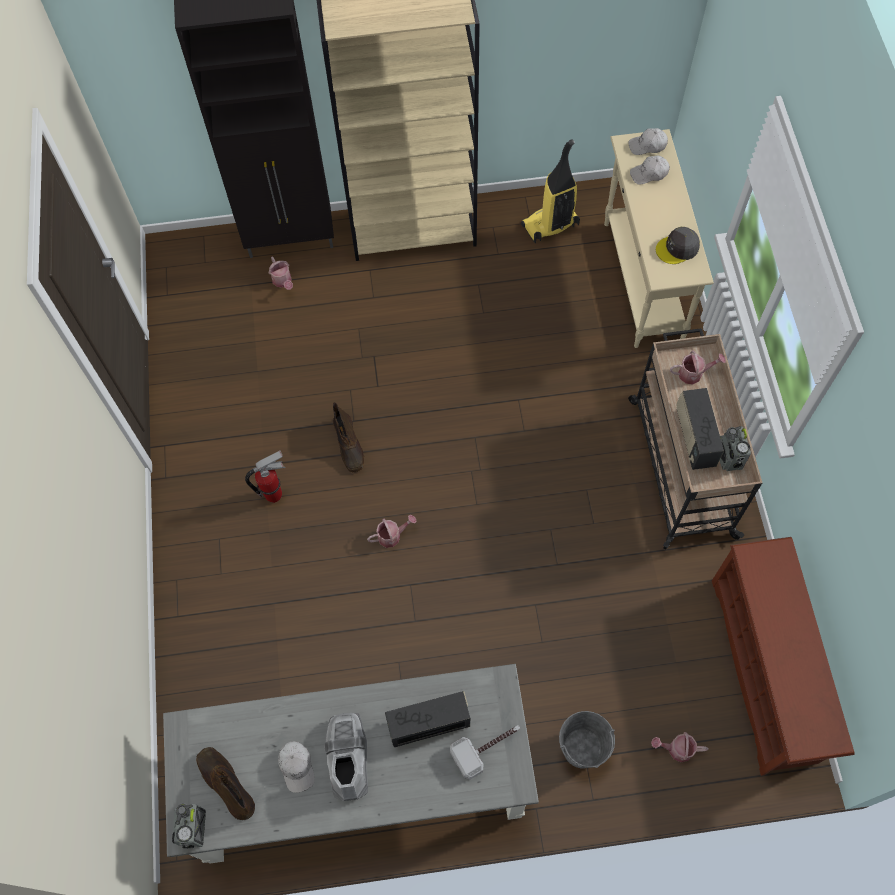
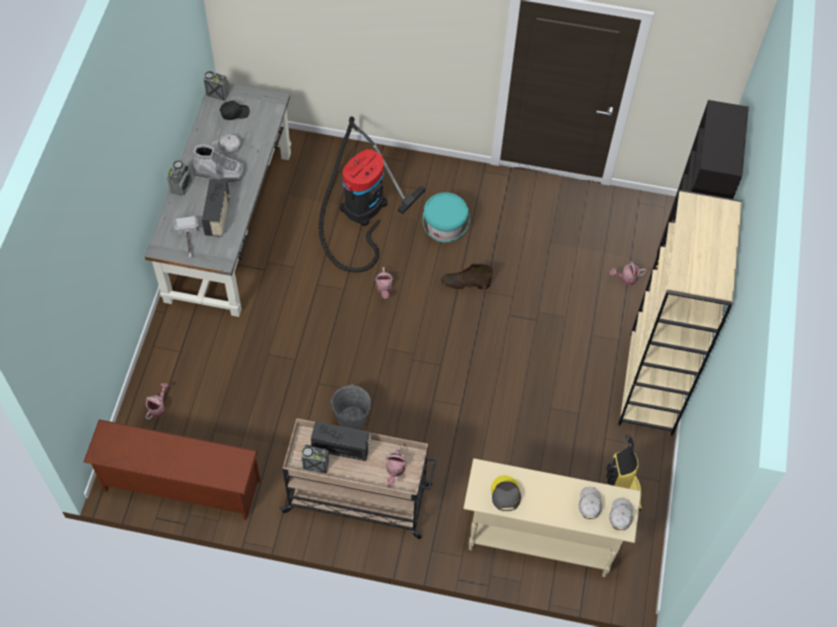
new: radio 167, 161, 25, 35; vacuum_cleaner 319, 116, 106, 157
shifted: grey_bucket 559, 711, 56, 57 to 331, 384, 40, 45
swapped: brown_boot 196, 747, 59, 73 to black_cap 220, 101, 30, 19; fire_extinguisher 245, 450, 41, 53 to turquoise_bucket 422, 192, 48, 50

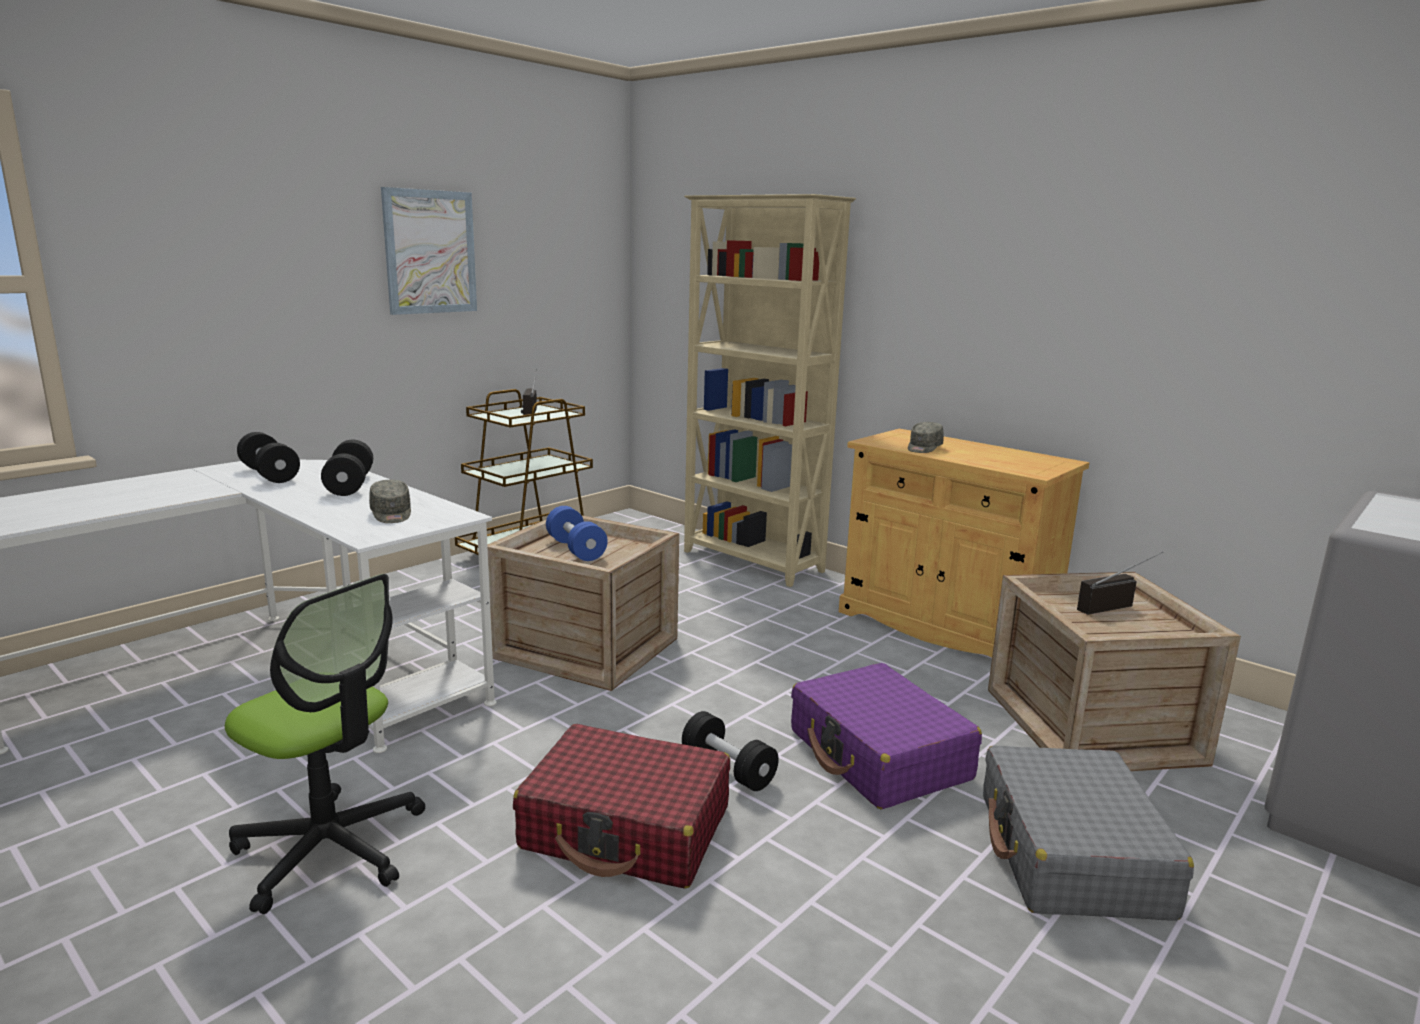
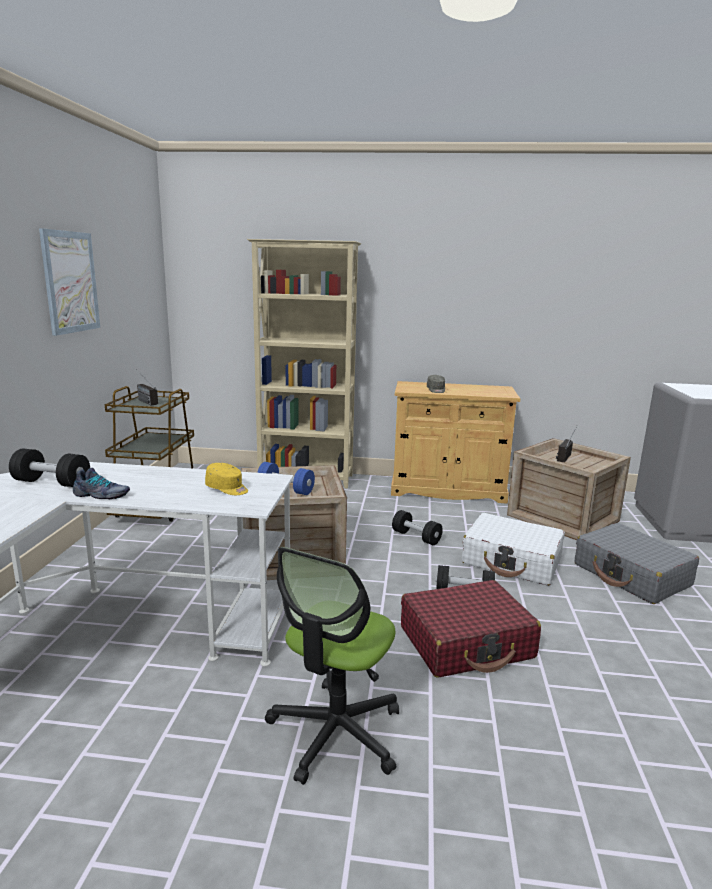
new: shoe 73, 468, 57, 31
shifted: black_dumbbell 321, 440, 52, 56 to 392, 510, 51, 35
repainted: grey_cap 369, 480, 42, 43 to yellow_cap 205, 463, 43, 32; purple_suitcase 791, 663, 191, 146 to white_suitcase 462, 513, 103, 73
rotated: office_chair 225, 574, 200, 340 = 265, 547, 134, 238 120 degrees clockwise

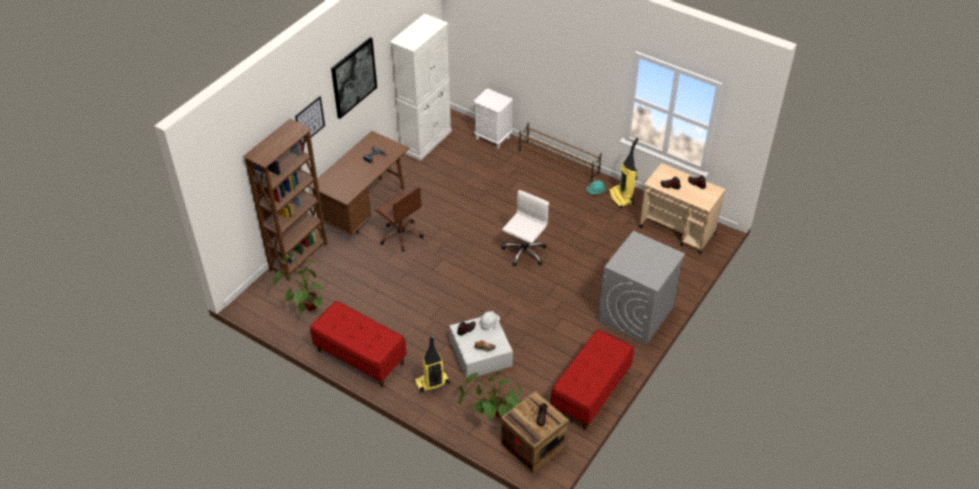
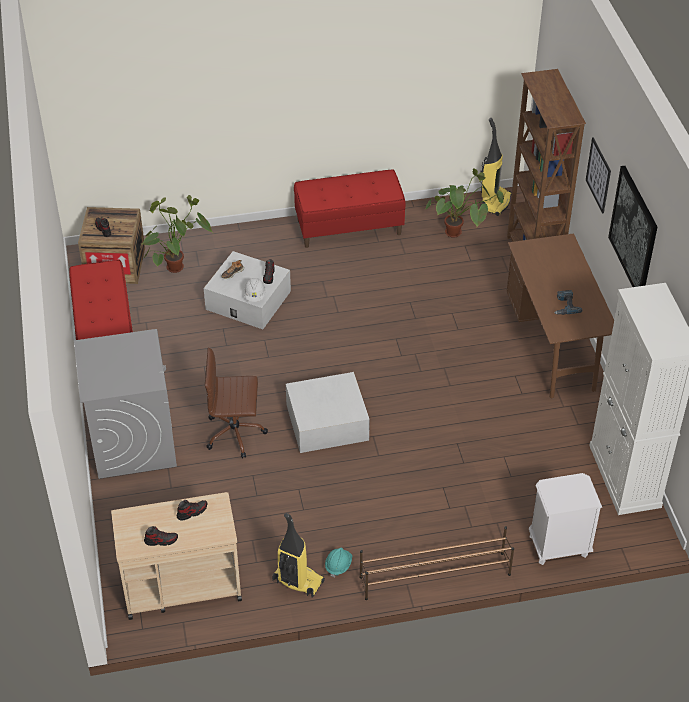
shifted: brown_office_chair 376, 187, 48, 64 to 205, 348, 63, 111; vacuum_cleaner 414, 335, 36, 59 to 480, 118, 32, 98
swapped: white_office_chair 501, 190, 48, 76 to white_storage_box 286, 372, 84, 81

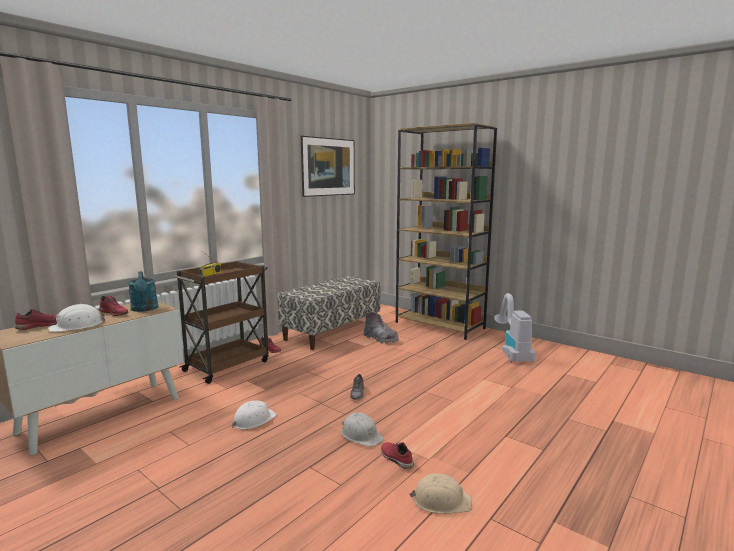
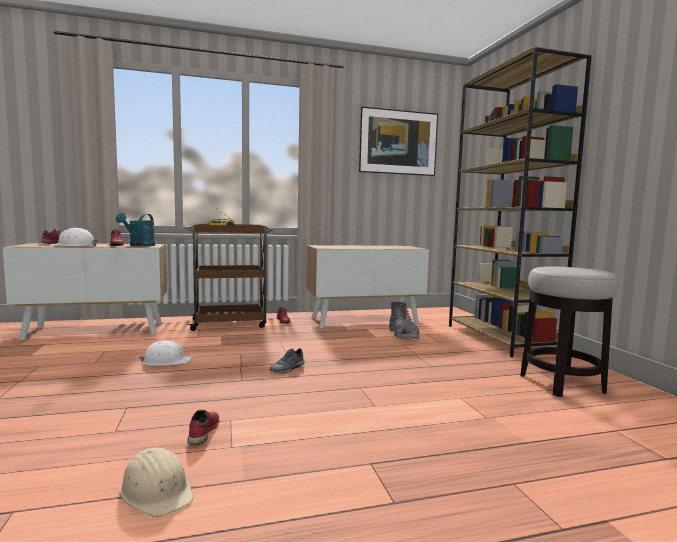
gone: white_hard_hat 341, 413, 43, 34
swapped: bench 277, 276, 104, 74 to cabinet 307, 245, 122, 83; vacuum_cleaner 494, 293, 41, 69 to stool 520, 267, 98, 130

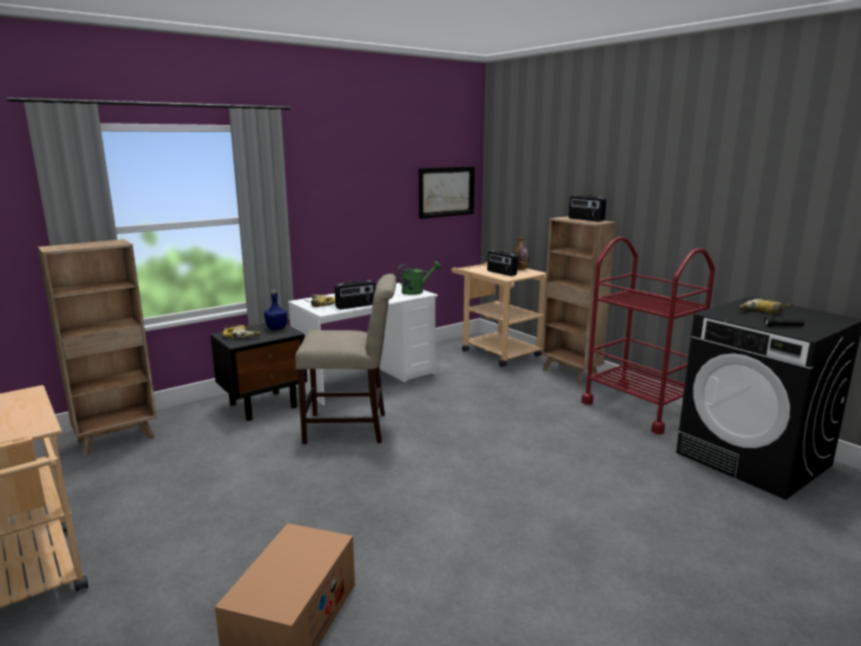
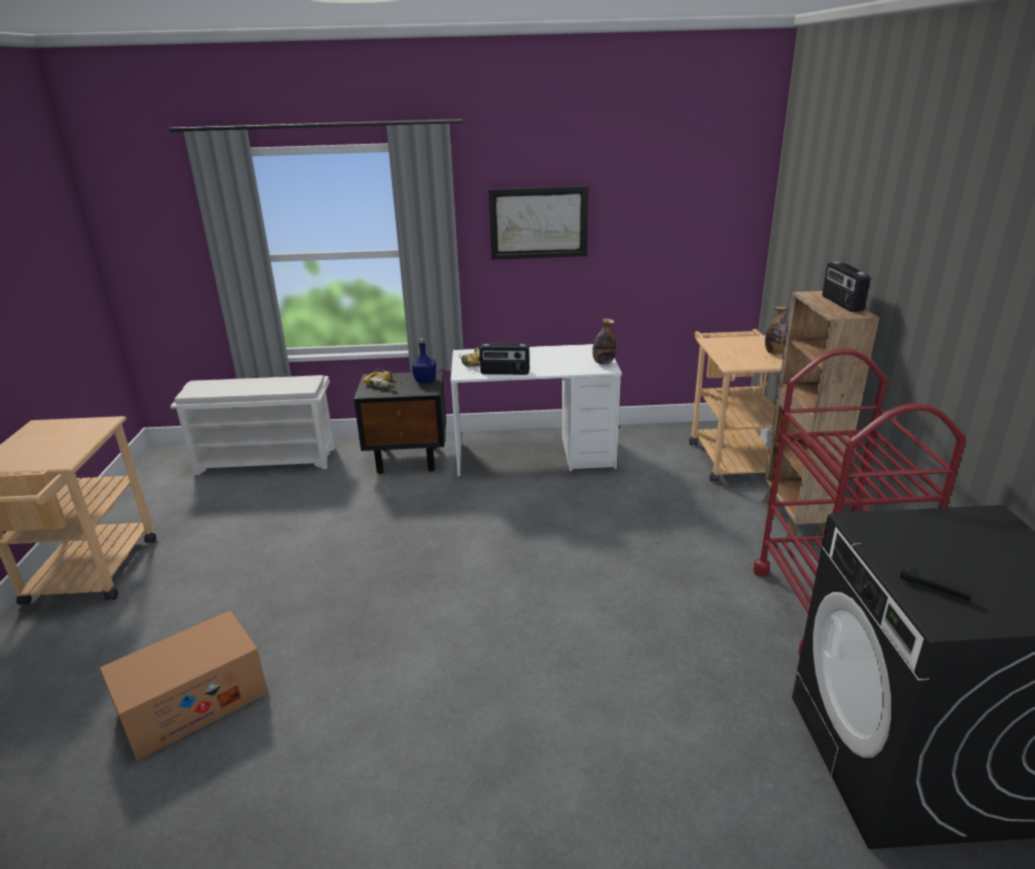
gone: beige_chair 295, 274, 101, 170; radio 487, 250, 31, 26; power_drill 739, 299, 54, 15
shifted: picture 419, 166, 56, 53 to 489, 186, 99, 74
swapped: brown_bookcase 38, 239, 119, 217 to white_shoe_rack 170, 375, 165, 100; green_watering_can 397, 261, 44, 34 to bottle 593, 318, 23, 47

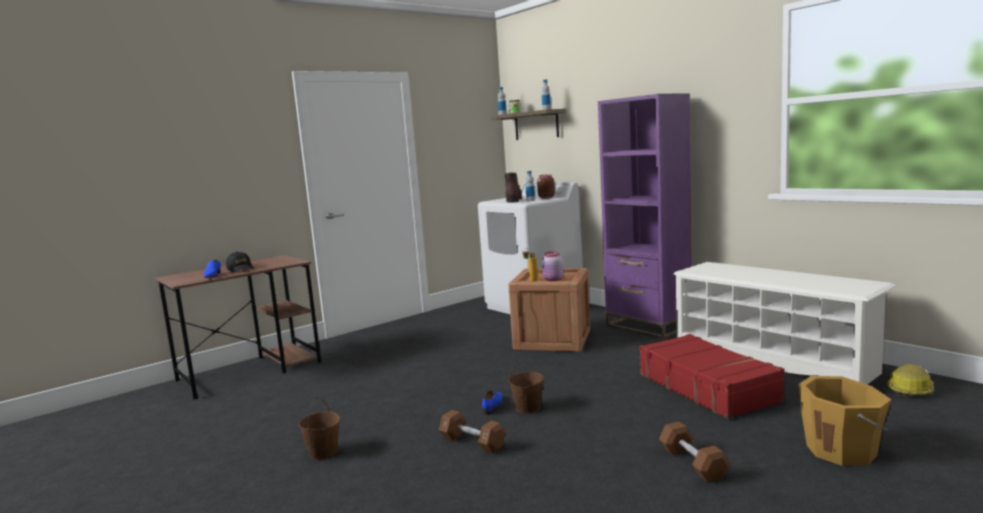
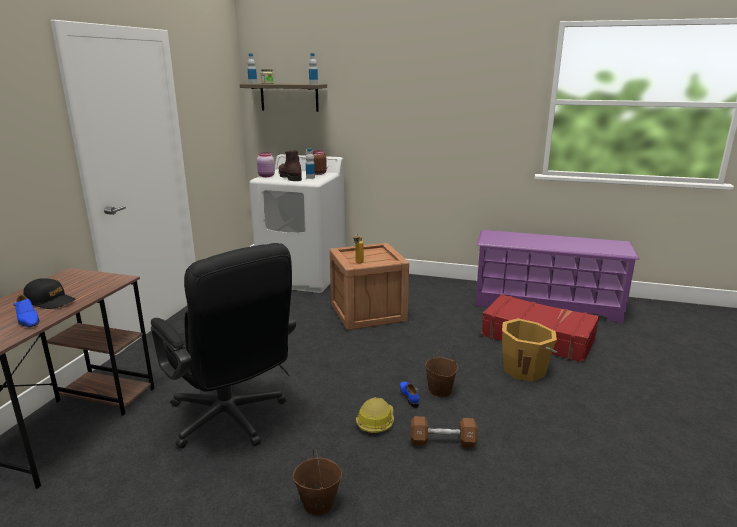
gone: purple_bookcase 598, 93, 94, 246; brown_dumbbell 659, 422, 71, 61
new: black_office_chair 151, 243, 145, 206
shifted: pink_jar 542, 251, 22, 30 to 257, 152, 18, 25; hard_hat 887, 364, 47, 34 to 356, 397, 38, 38; orange_bucket 799, 376, 92, 90 to 502, 318, 56, 64
repainted: white_shoe_rack 672, 262, 224, 123 to purple_shoe_rack 475, 230, 165, 93

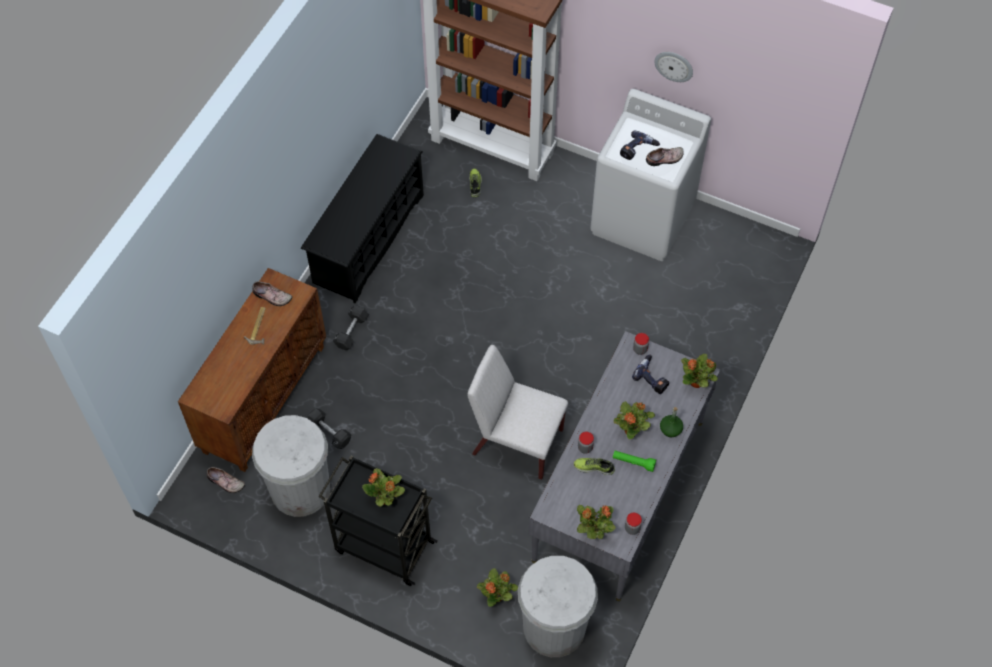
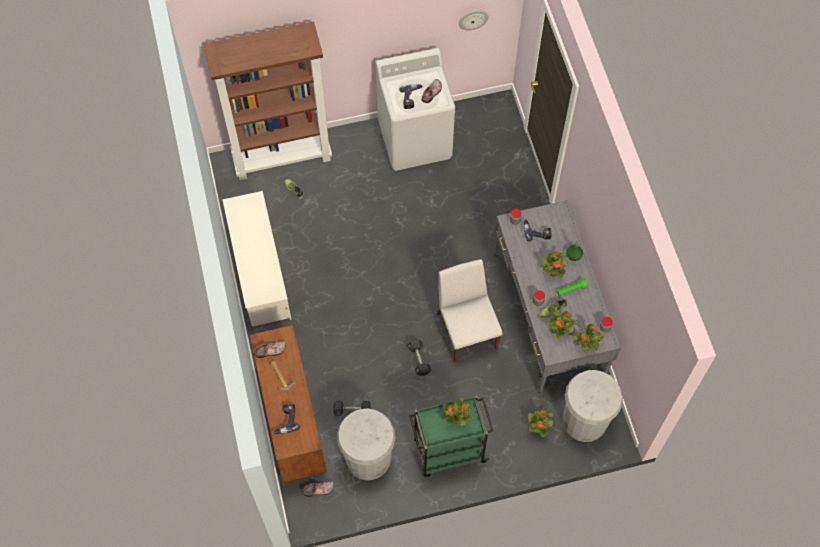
new: power_drill 274, 404, 26, 30
shifted: black_dumbbell 333, 305, 36, 45 to 407, 339, 24, 37; wall_clock 654, 52, 39, 30 to 459, 10, 30, 20; potted_plant 681, 354, 37, 34 to 547, 310, 32, 28
repainted: black_shoe_rack 301, 134, 123, 169 to white_shoe_rack 223, 191, 69, 136; black_cart 318, 456, 120, 130 to green_cart 409, 395, 84, 82
rotated: white_chair 467, 345, 101, 135 = 437, 259, 65, 103 90 degrees clockwise

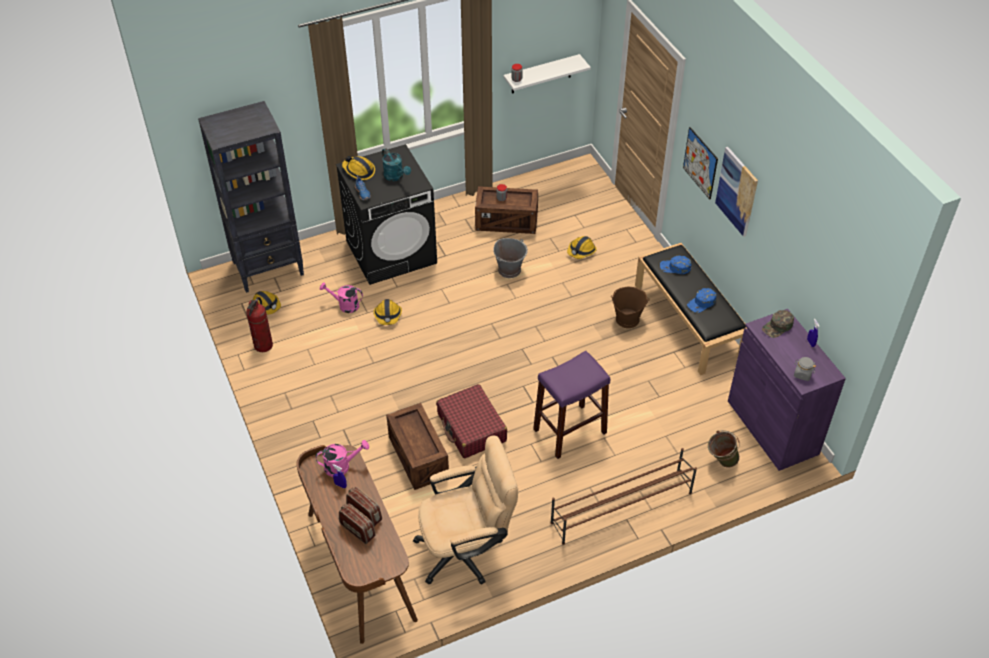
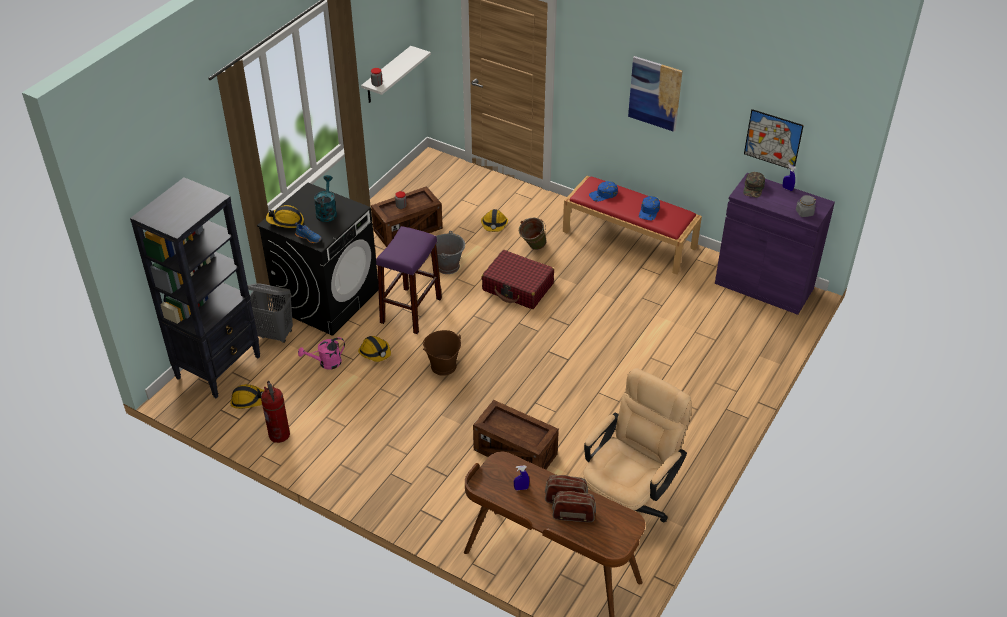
gone: pink_watering_can 316, 440, 53, 37; brown_shoe_rack 551, 448, 146, 97
new: grey_laundry_basket 248, 283, 45, 60
shifted: purple_stool 533, 351, 77, 108 to 376, 226, 66, 108; brown_bucket 611, 287, 39, 41 to 423, 330, 38, 46; red_suitcase 436, 384, 71, 74 to 481, 250, 73, 59; green_bucket 708, 430, 32, 38 to 519, 218, 28, 32; picture 683, 127, 35, 73 to 744, 109, 60, 60
repainted: black_bench 635, 243, 112, 132 to red_bench 563, 176, 139, 99
rotated: turquoise_watering_can 382, 148, 29, 33 = 314, 175, 23, 47 105 degrees counterclockwise

